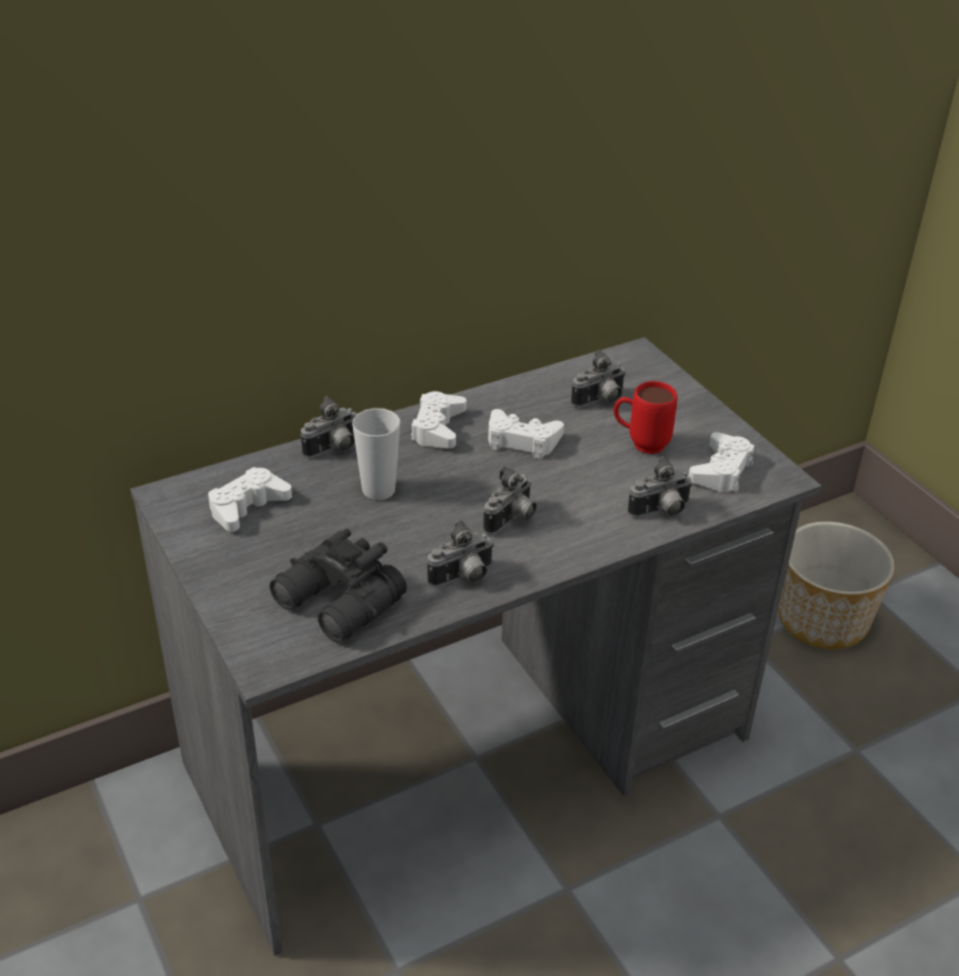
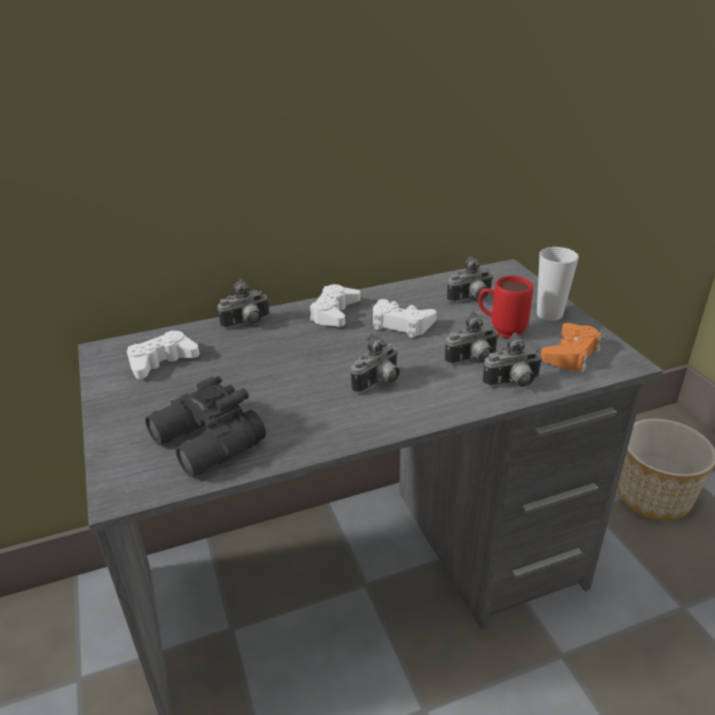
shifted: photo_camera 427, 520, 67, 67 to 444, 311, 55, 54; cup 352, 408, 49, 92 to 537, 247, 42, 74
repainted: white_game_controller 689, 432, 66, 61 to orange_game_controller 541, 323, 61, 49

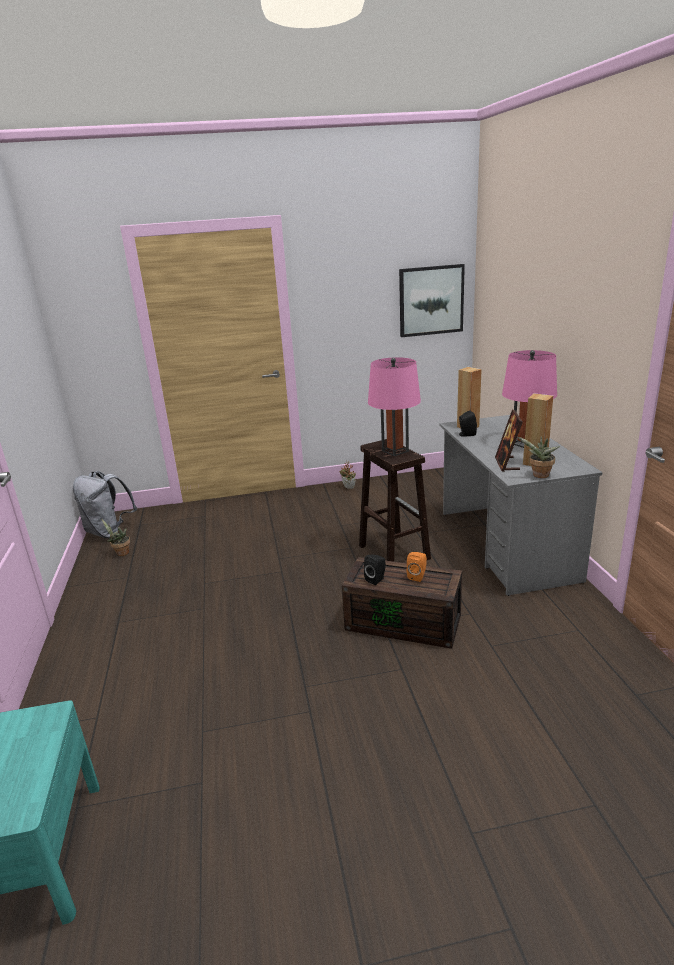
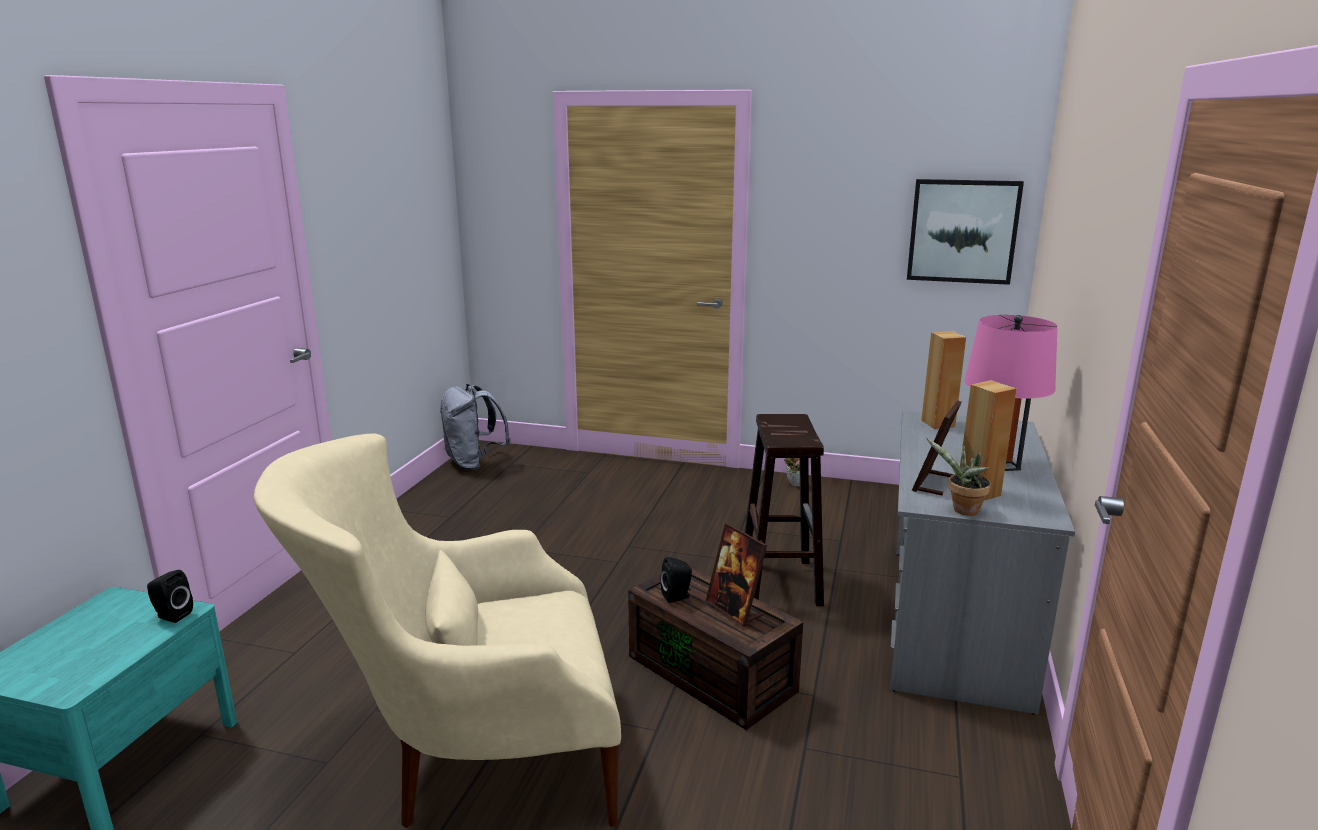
gone: potted_plant 101, 518, 29, 38; pink_table_lamp 368, 357, 53, 99
new: beige_armchair 254, 434, 367, 394
shifted: black_speaker 459, 410, 18, 27 to 147, 570, 46, 53
swapped: orange_speaker 407, 552, 20, 30 to picture_frame 706, 523, 61, 104

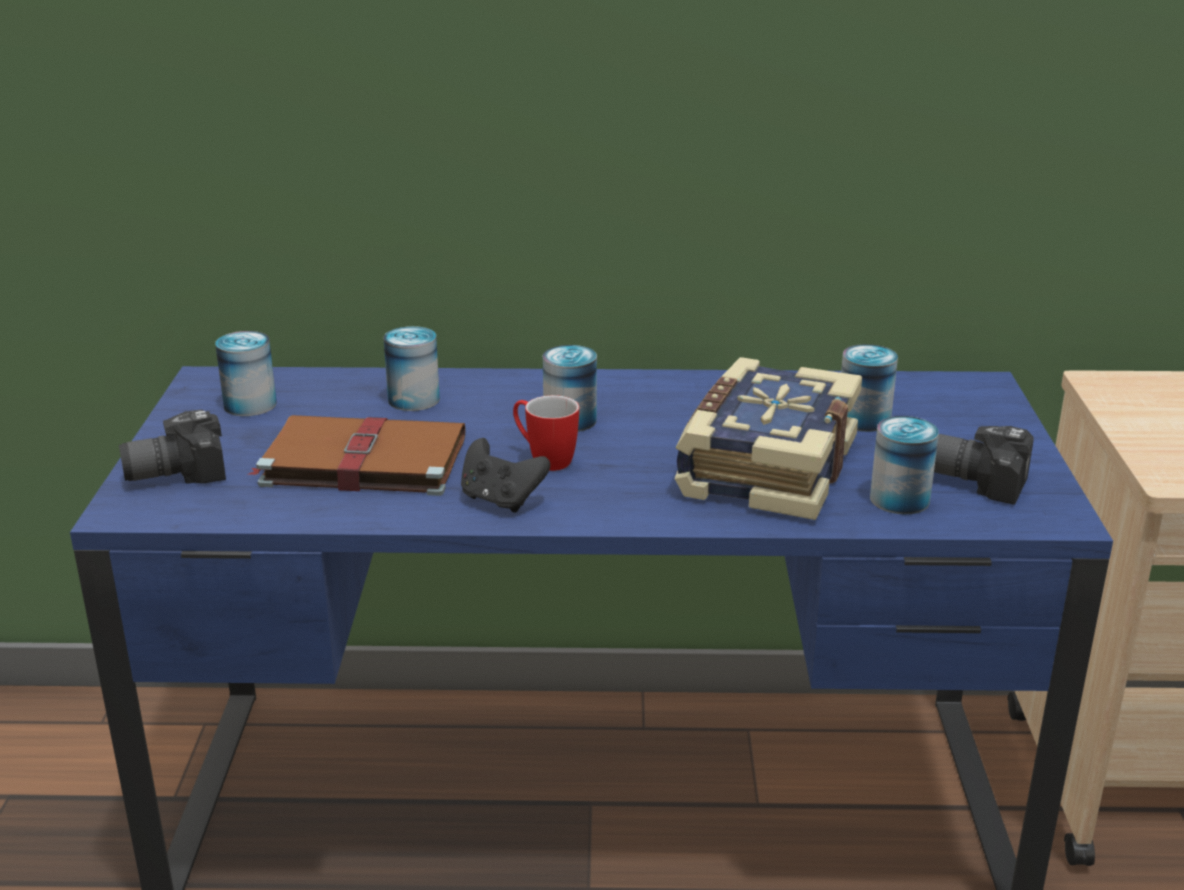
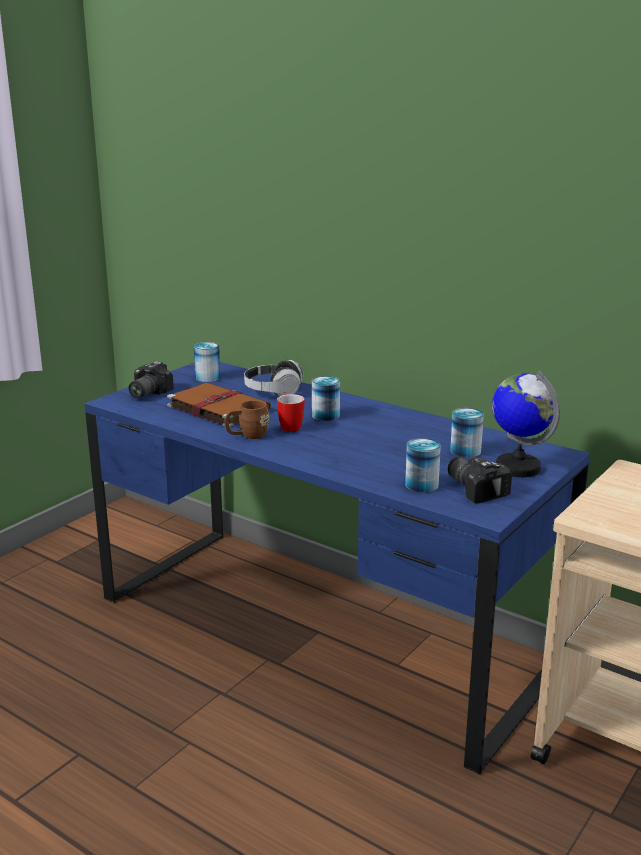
gone: book 675, 357, 187, 163
new: globe 492, 371, 68, 106
swapped: black_game_controller 461, 438, 89, 74 to brown_mug 225, 400, 44, 39; can 384, 326, 56, 85 to headphones 244, 360, 59, 36
rotated: photo_camera 119, 409, 107, 75 = 129, 361, 45, 37 75 degrees counterclockwise

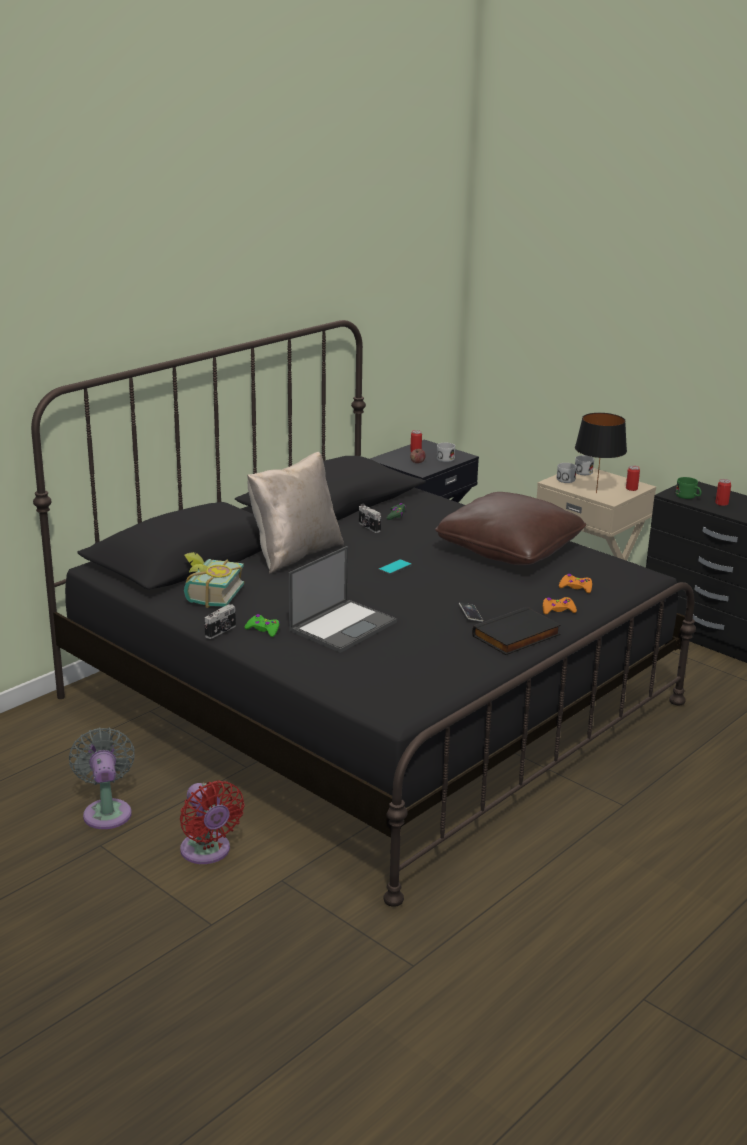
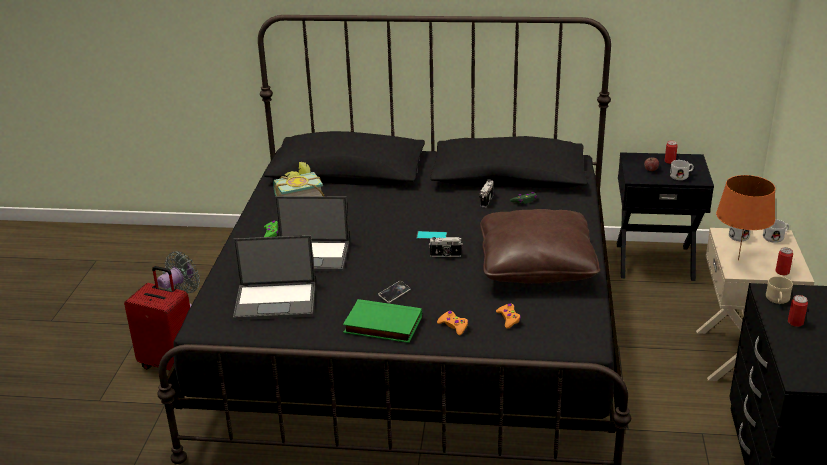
gone: beige_pillow 247, 452, 97, 122
new: laptop 233, 235, 82, 85
shifted: photo_camera 204, 604, 32, 35 to 429, 237, 34, 20
swapped: red_fan 180, 780, 65, 84 to red_suitcase 124, 266, 66, 104
repainted: black_book 472, 607, 89, 48 to green_book 343, 299, 79, 44; black_table_lamp 575, 413, 52, 80 to orange_table_lamp 716, 175, 59, 85; green_mug 676, 477, 26, 22 to beige_mug 766, 276, 27, 28

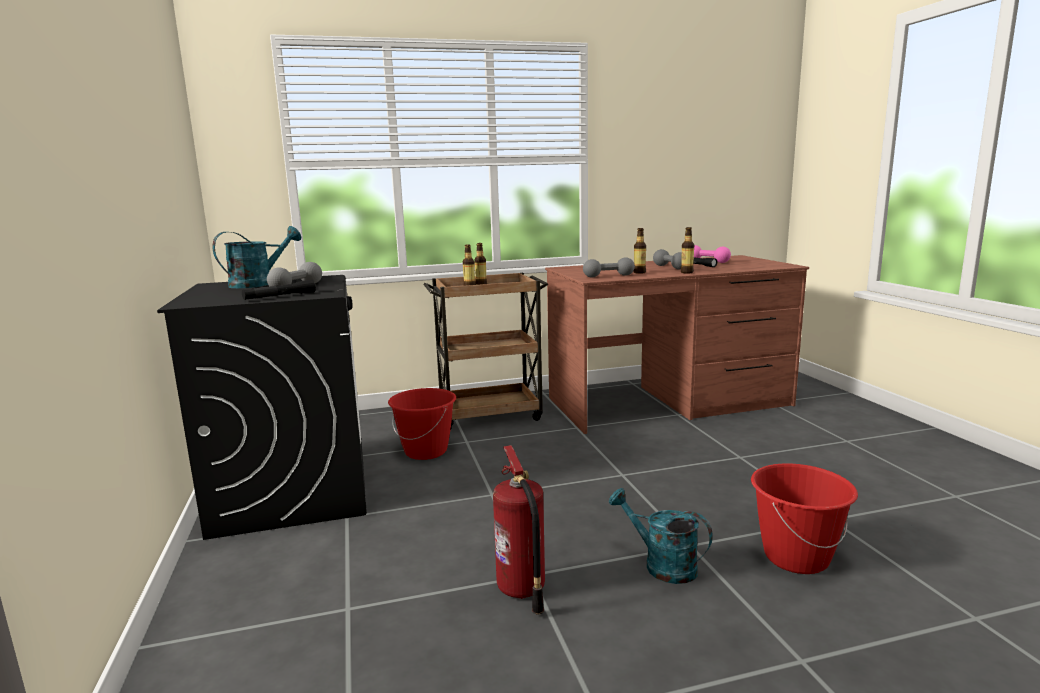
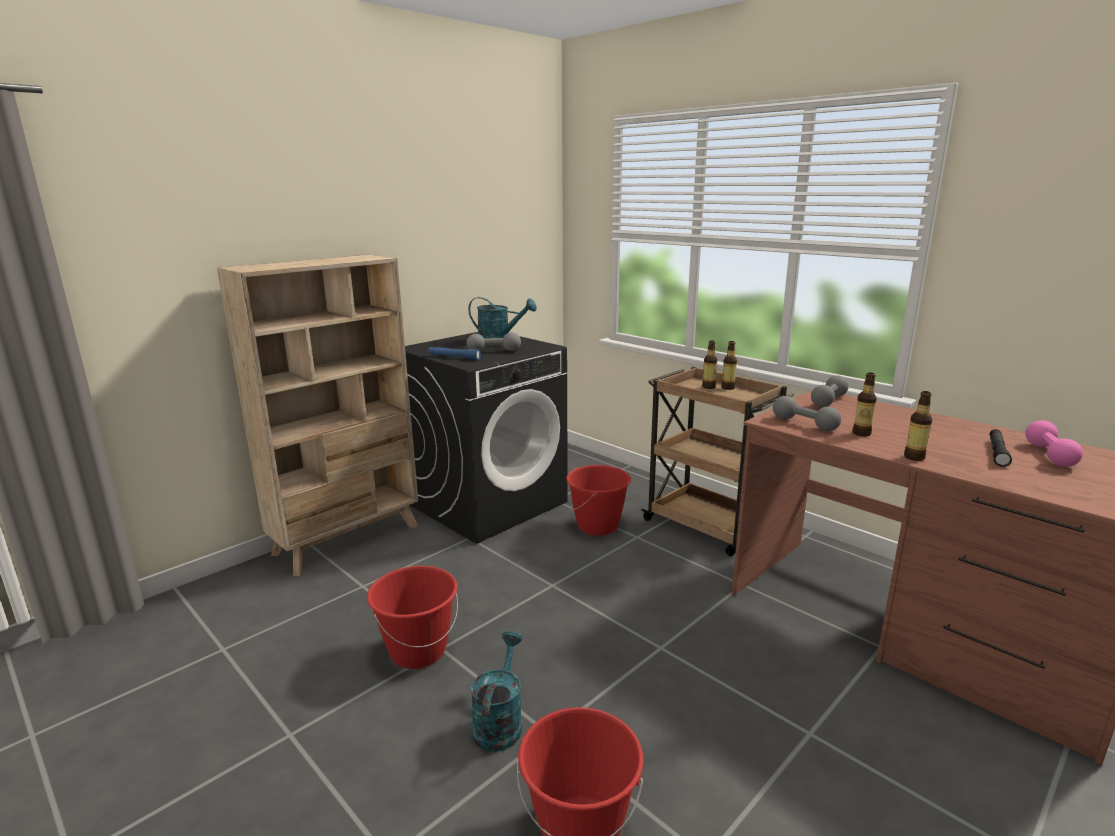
new: beige_bookcase 217, 255, 201, 321
shifted: grey_dumbbell 653, 249, 29, 21 to 811, 375, 38, 32
swapped: fire_extinguisher 493, 445, 52, 169 to red_bucket 367, 566, 91, 103
repainted: black_flashlight 242, 280, 74, 20 to blue_flashlight 429, 347, 52, 13

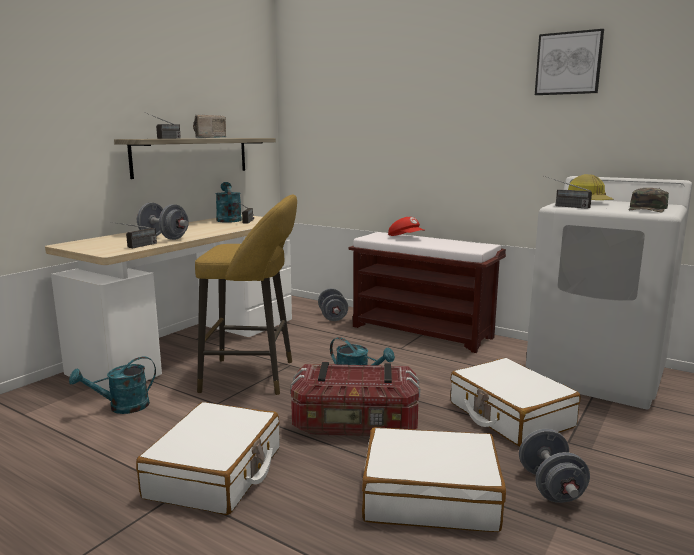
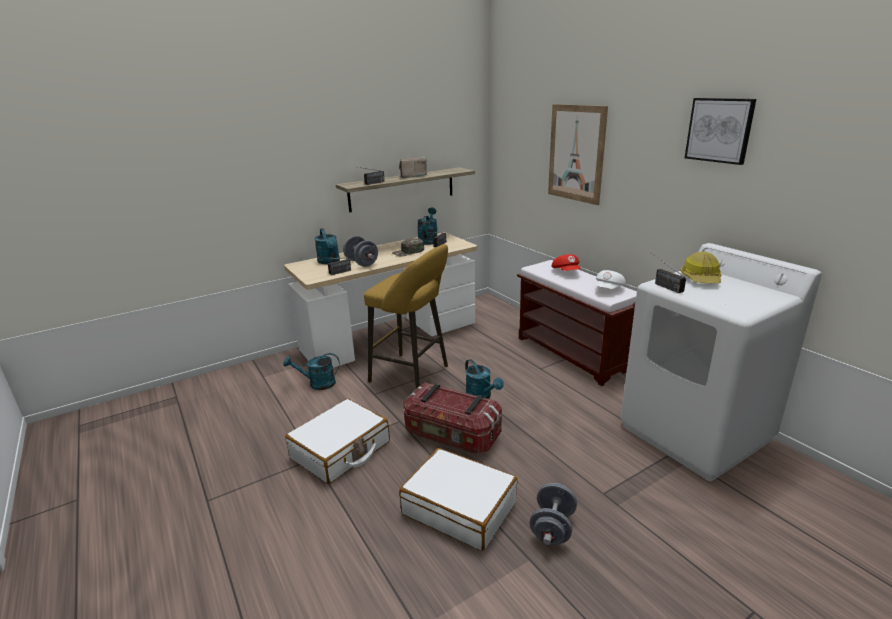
gone: grey_dumbbell 318, 288, 30, 33; white_suitcase 450, 358, 130, 88
new: turquoise_watering_can 314, 228, 26, 36; picture 548, 104, 60, 101; white_cap 594, 270, 32, 19
shifted: green_cap 628, 188, 41, 24 to 392, 238, 32, 19

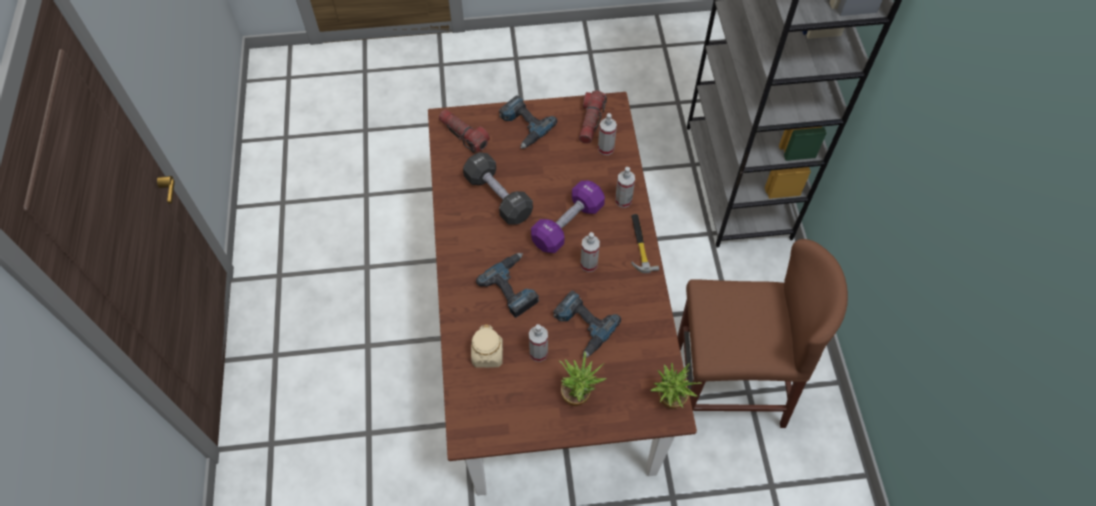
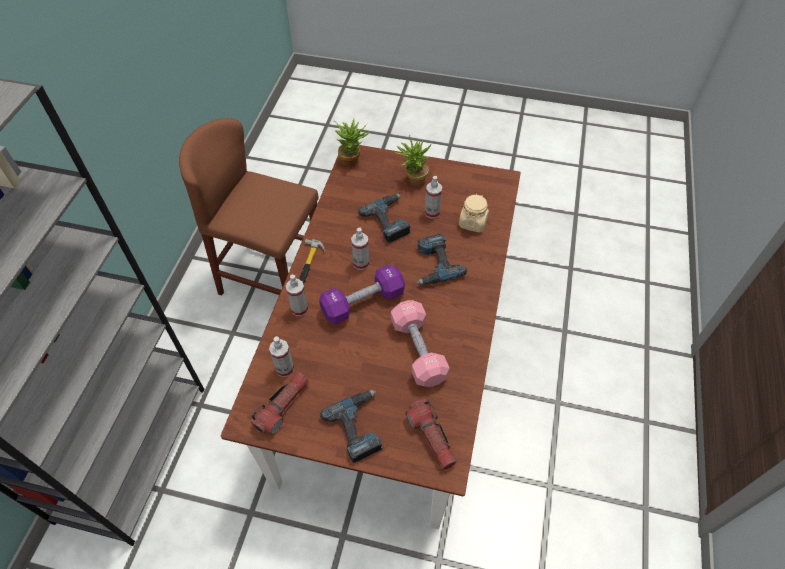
repainted: black_dumbbell 463, 152, 70, 73 to pink_dumbbell 391, 300, 59, 87

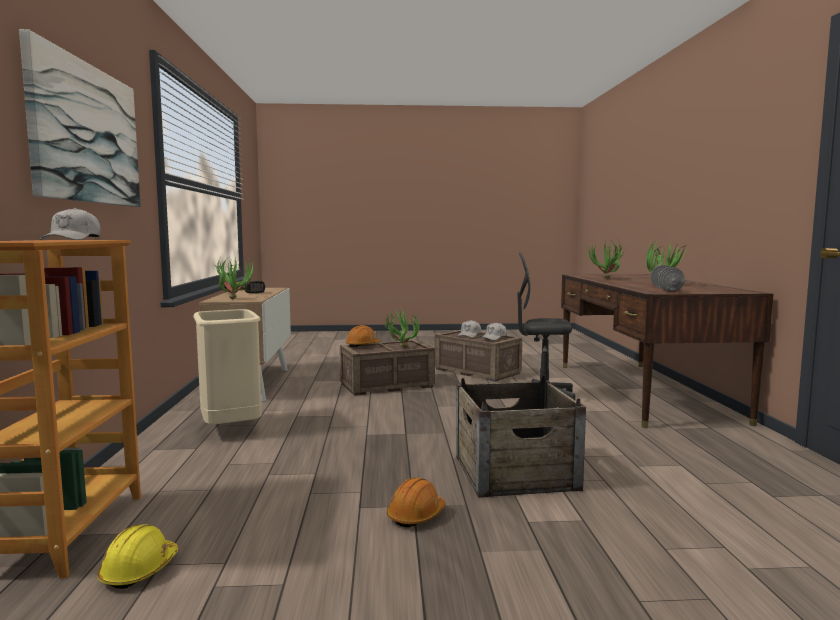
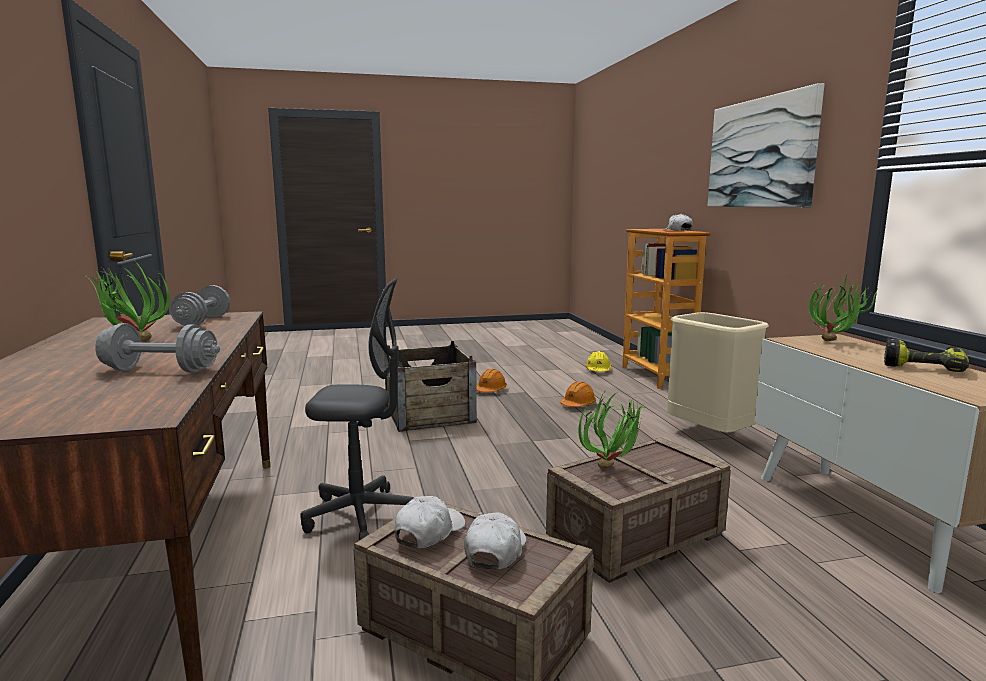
shifted: orange_hard_hat 346, 325, 35, 23 to 560, 382, 36, 25
swapped: potted_plant 587, 240, 38, 39 to grey_dumbbell 95, 323, 125, 49

